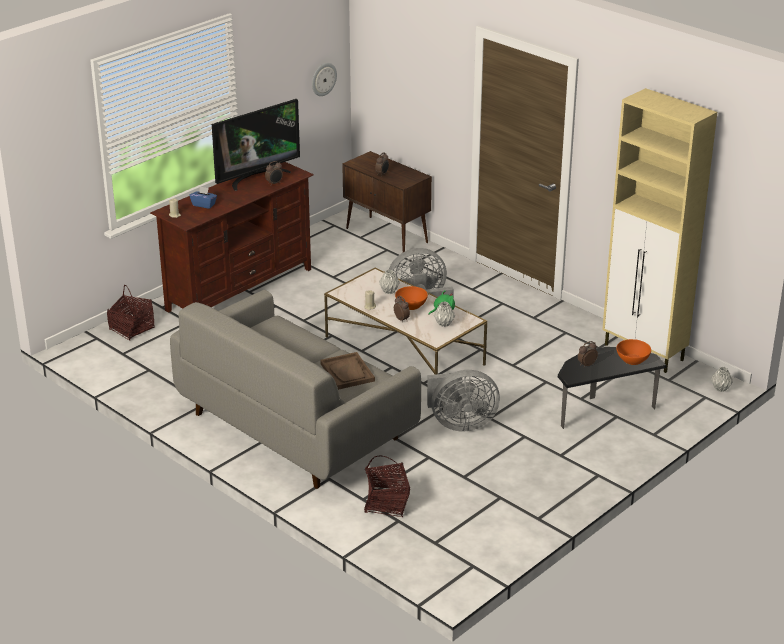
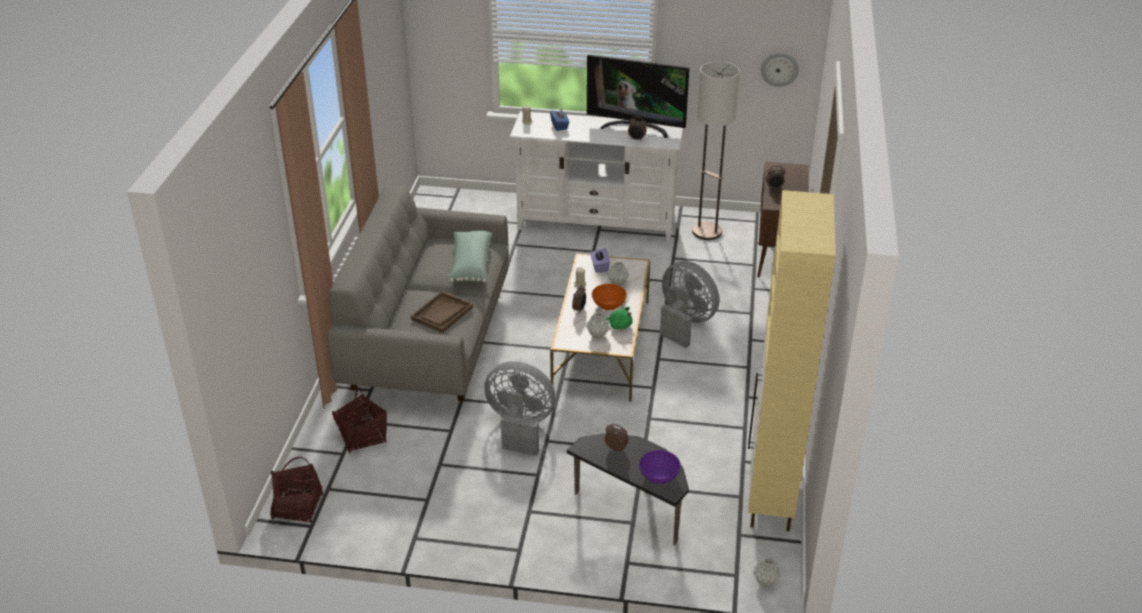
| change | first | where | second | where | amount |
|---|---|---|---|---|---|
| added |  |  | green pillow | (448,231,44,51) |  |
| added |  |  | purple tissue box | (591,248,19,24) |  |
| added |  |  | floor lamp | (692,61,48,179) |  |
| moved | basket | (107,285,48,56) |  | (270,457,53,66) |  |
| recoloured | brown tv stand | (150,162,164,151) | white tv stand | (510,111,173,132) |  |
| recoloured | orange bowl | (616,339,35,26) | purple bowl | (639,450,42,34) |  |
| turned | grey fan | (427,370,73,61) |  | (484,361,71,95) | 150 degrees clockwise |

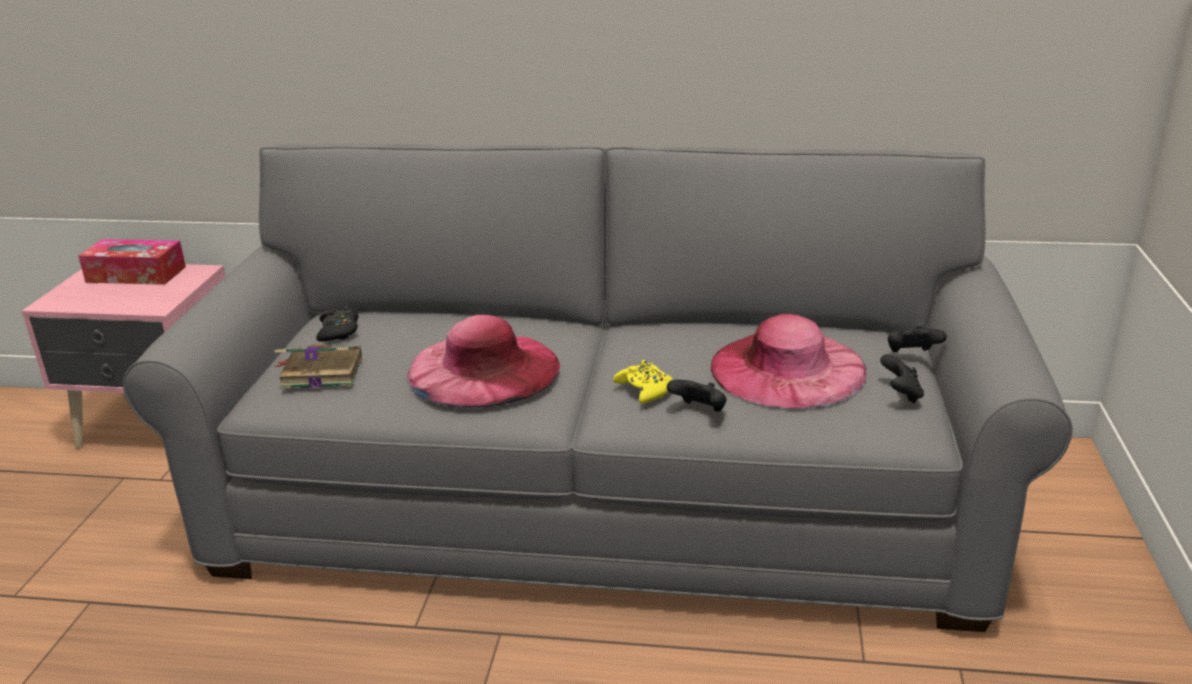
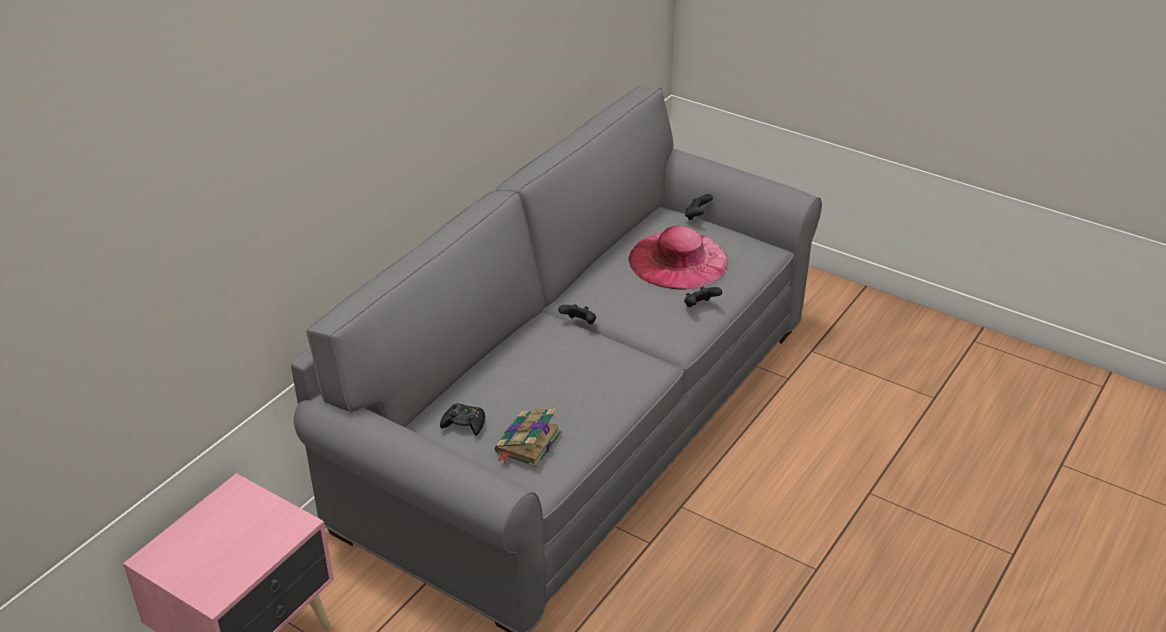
| change | first | where | second | where | amount |
|---|---|---|---|---|---|
| removed | tissue box | (78,239,108,46) |  |  |  |
| removed | pink hat | (407,315,153,93) |  |  |  |
| removed | yellow game controller | (613,360,60,44) |  |  |  |
| moved | black game controller | (880,354,44,49) |  | (558,304,38,20) |  |

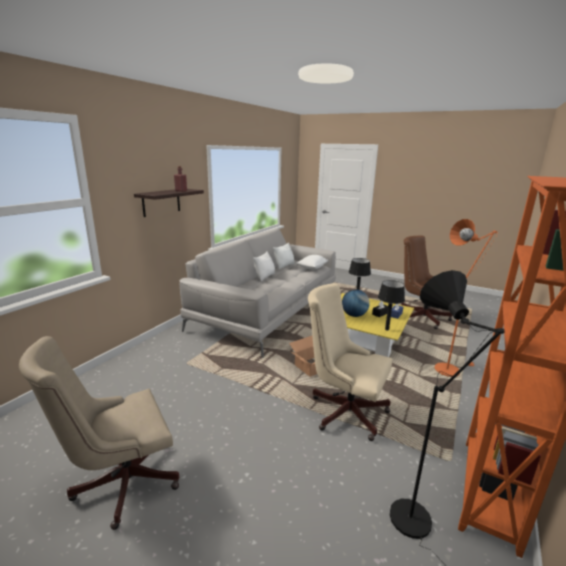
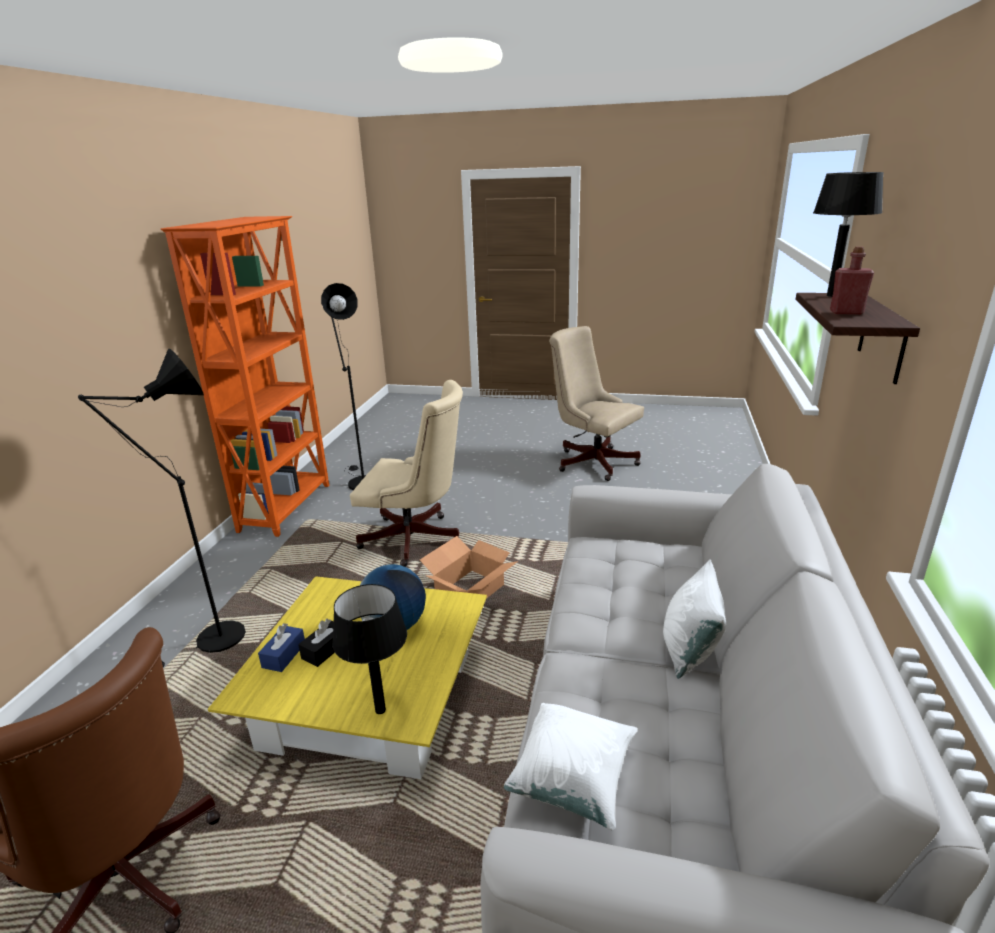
| change | first | where | second | where | amount |
|---|---|---|---|---|---|
| removed | white pillow | (273,243,22,26) |  |  |  |
| moved | black table lamp | (378,280,27,51) |  | (813,172,71,125) |  |
| recoloured | orange floor lamp | (434,219,64,158) | black floor lamp | (78,349,168,318) |  |
| turned | beige office chair | (19,336,160,194) |  | (549,326,95,155) | 90 degrees counterclockwise |

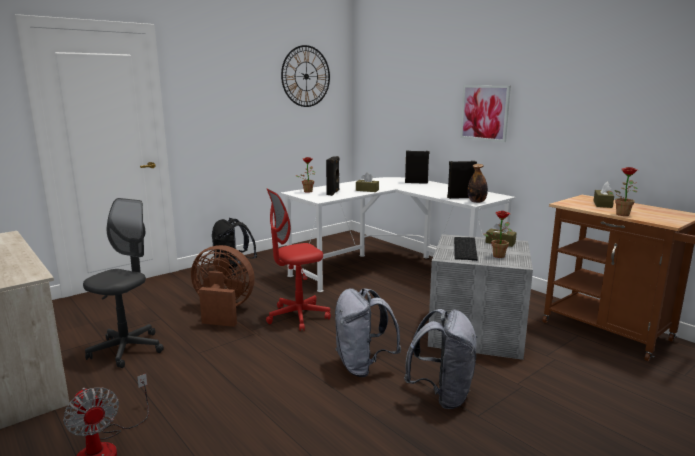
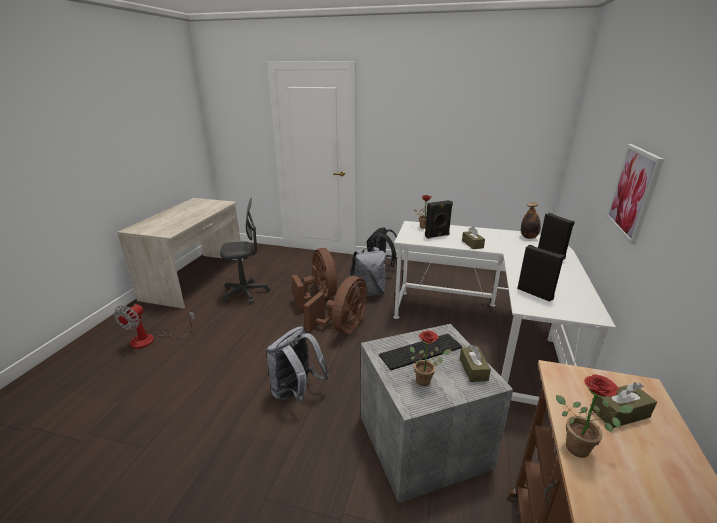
| change | first | where | second | where | amount |
|---|---|---|---|---|---|
| removed | wall clock | (281,45,49,62) |  |  |  |
| moved | grey backpack | (404,309,74,100) |  | (350,247,36,49) |  |
| moved | bottle | (468,164,20,39) |  | (521,202,20,37) |  |
| replaced | red office chair | (266,189,65,142) | brown fan | (303,276,64,58) |  |

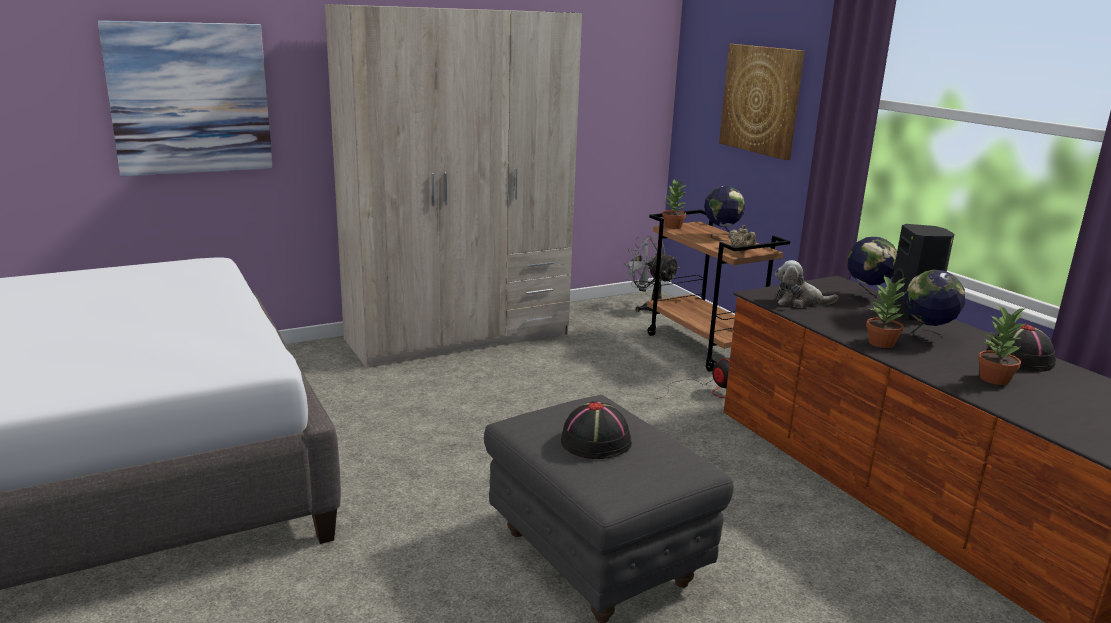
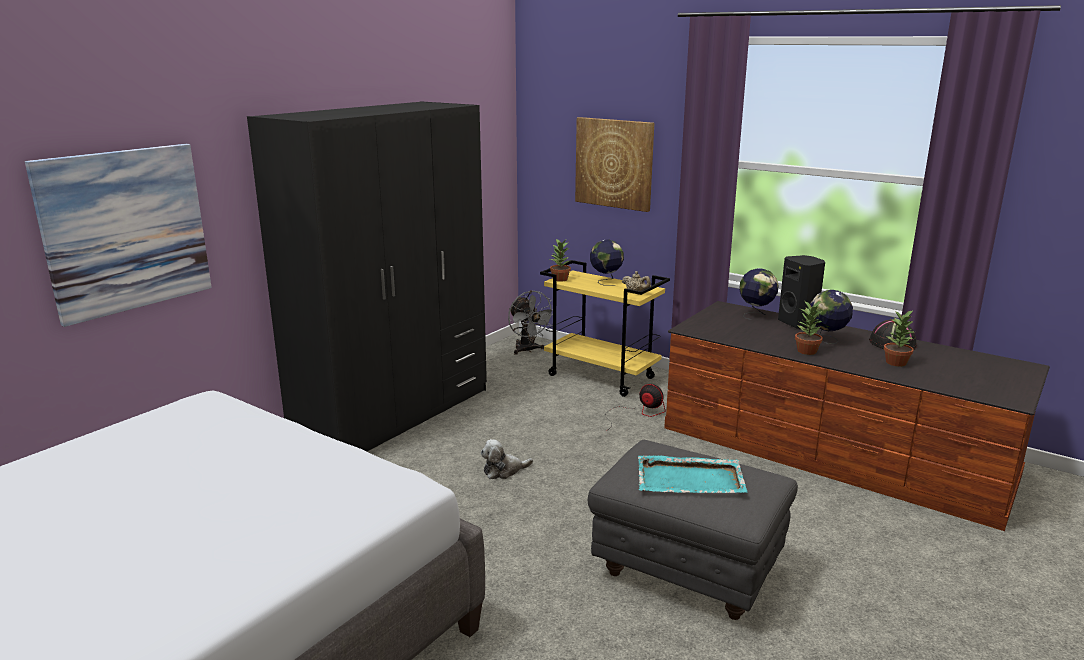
| change | first | where | second | where | amount |
|---|---|---|---|---|---|
| moved | plush toy | (775,260,63,48) |  | (481,439,52,40) |  |
| replaced | black hat | (561,401,71,58) | turquoise tray | (638,455,110,38) |  |
| recoloured | beige wardrobe | (325,4,257,364) | black wardrobe | (247,101,240,350) |  |
| recoloured | brown cart | (647,210,143,162) | yellow cart | (540,260,130,137) |  |
| turned | grey fan | (623,235,57,77) |  | (508,290,45,65) | 135 degrees counterclockwise |

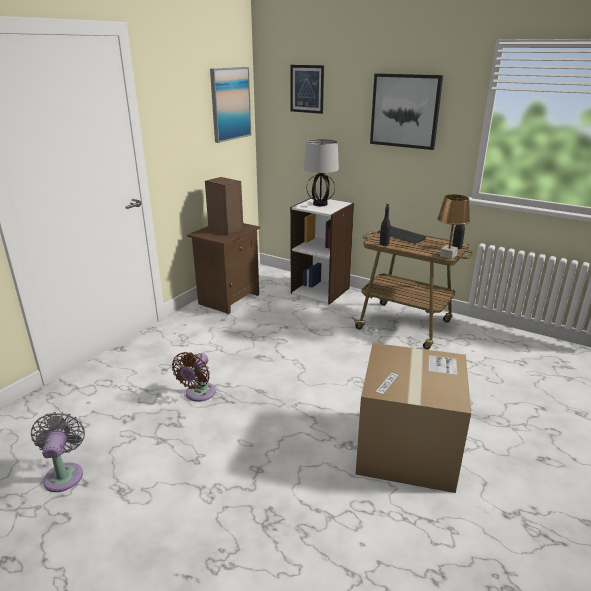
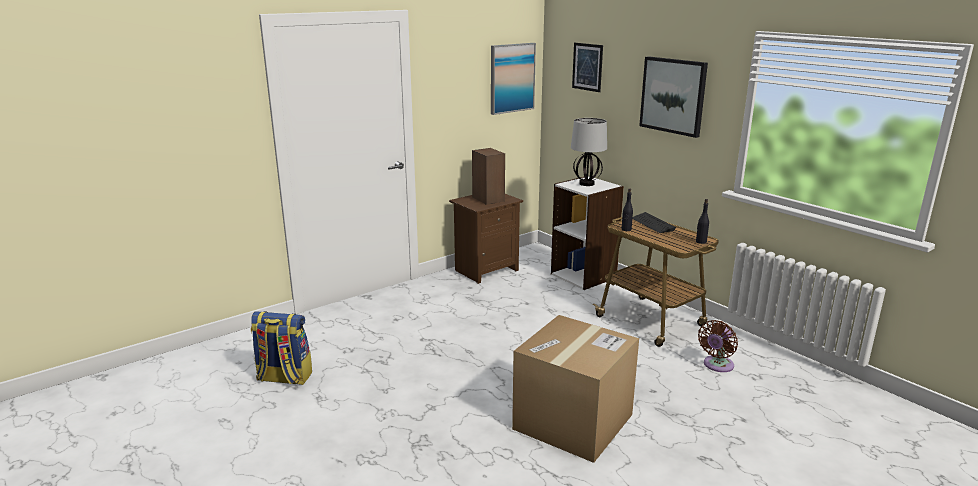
| change | first | where | second | where | amount |
|---|---|---|---|---|---|
| removed | brown table lamp | (437,194,33,65) |  |  |  |
| moved | brown fan | (172,352,44,50) |  | (698,320,40,52) |  |
| replaced | grey fan | (31,412,54,80) | backpack | (251,311,61,74) |  |

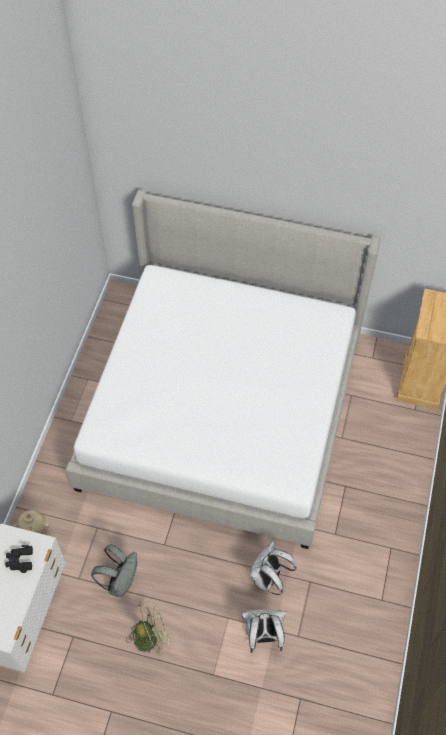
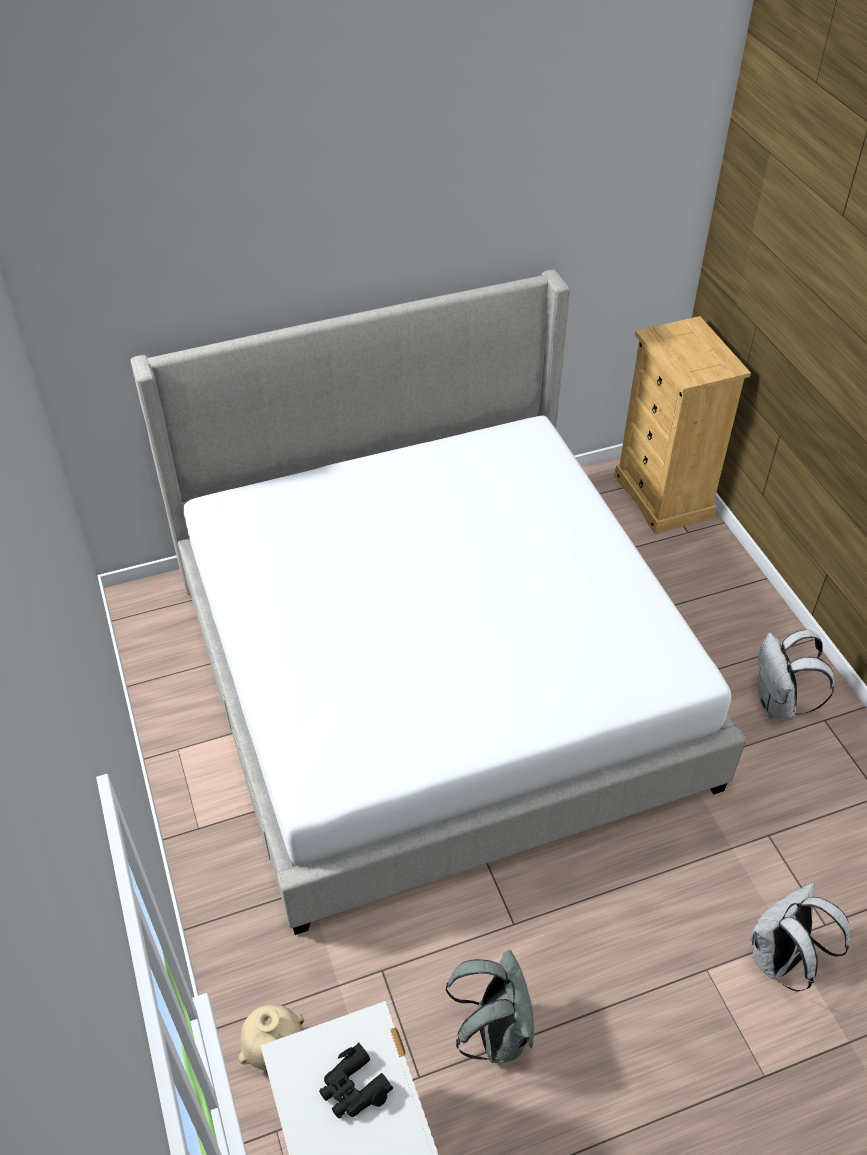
| change | first | where | second | where | amount |
|---|---|---|---|---|---|
| removed | green fan | (126,598,43,59) |  |  |  |
| moved | white backpack | (249,541,47,54) |  | (758,630,76,89) |  |

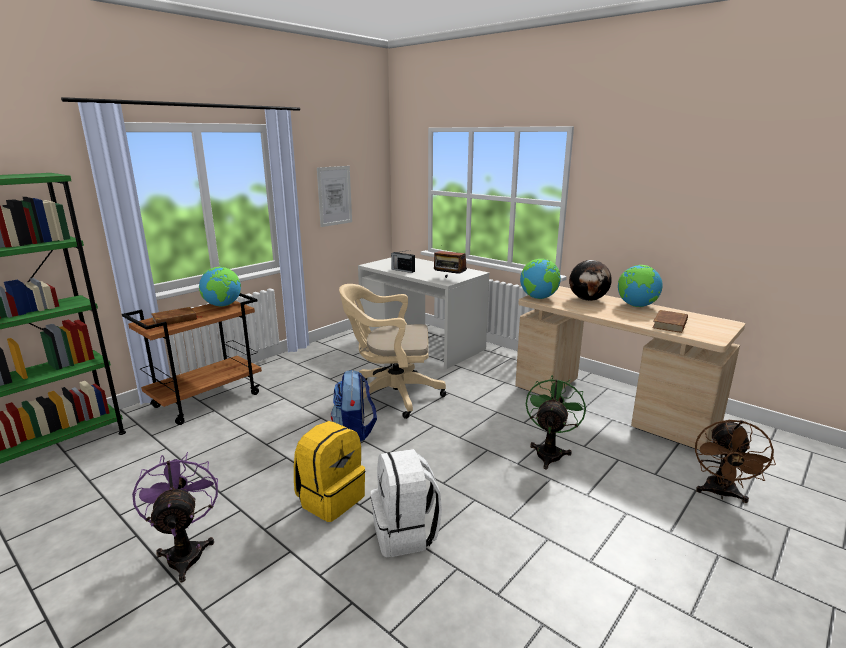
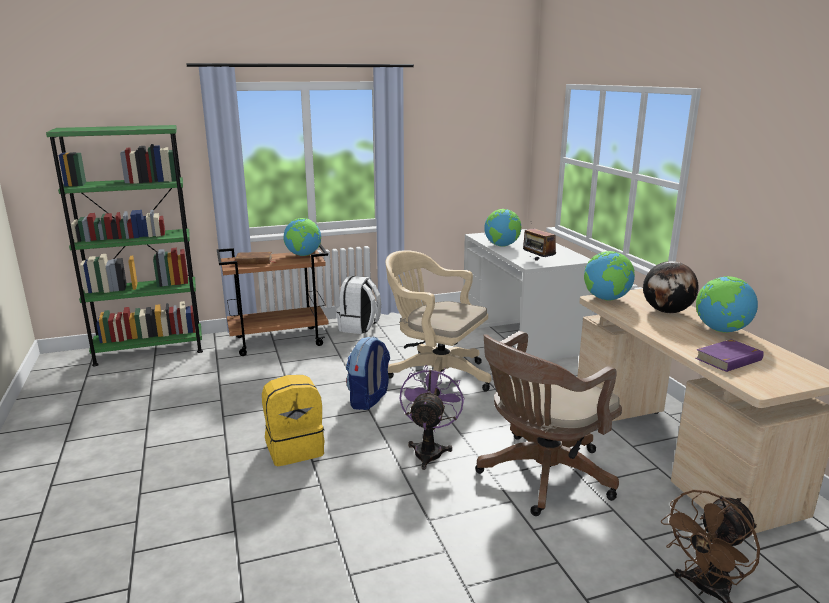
| change | first | where | second | where | amount |
|---|---|---|---|---|---|
| removed | picture | (317,166,35,61) |  |  |  |
| moved | purple fan | (132,452,86,130) |  | (400,365,64,105) |  |
| moved | white backpack | (371,449,71,108) |  | (336,276,45,58) |  |
| replaced | radio | (391,250,24,23) | globe | (484,209,37,38) |  |
| replaced | green fan | (526,375,60,94) | brown office chair | (475,331,147,185) |  |
| recoloured | brown book | (652,310,36,23) | purple book | (695,339,69,33) |  |

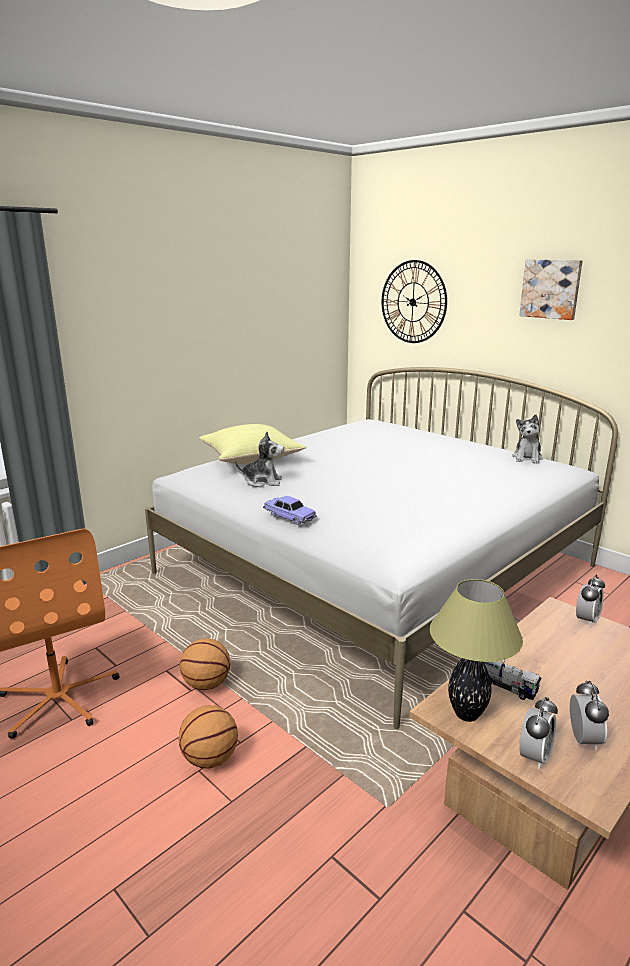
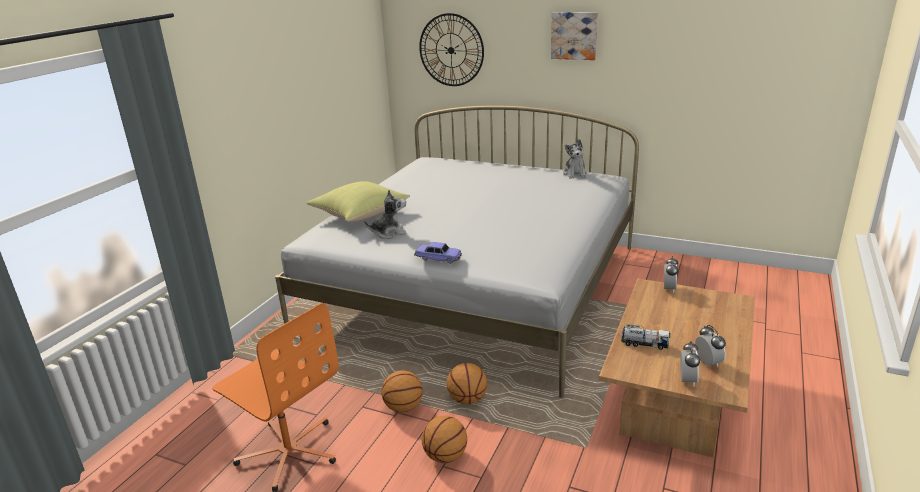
| change | first | where | second | where | amount |
|---|---|---|---|---|---|
| removed | table lamp | (430,579,93,143) |  |  |  |
| added |  |  | basketball | (446,363,41,41) |  |

